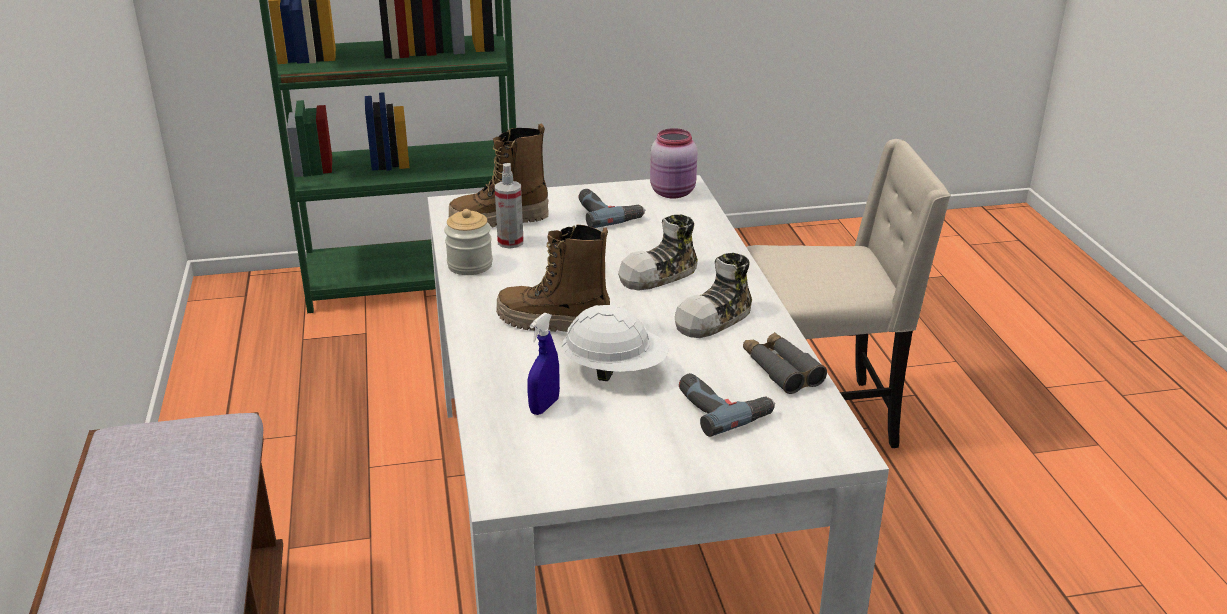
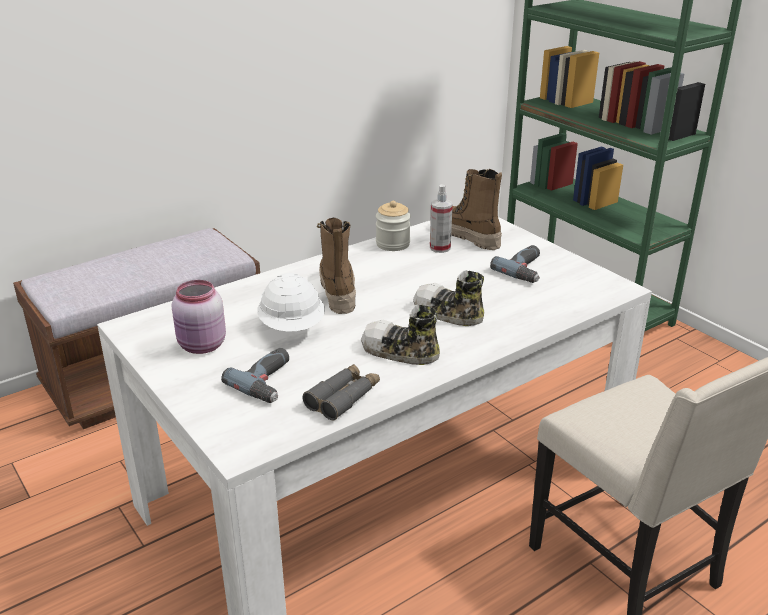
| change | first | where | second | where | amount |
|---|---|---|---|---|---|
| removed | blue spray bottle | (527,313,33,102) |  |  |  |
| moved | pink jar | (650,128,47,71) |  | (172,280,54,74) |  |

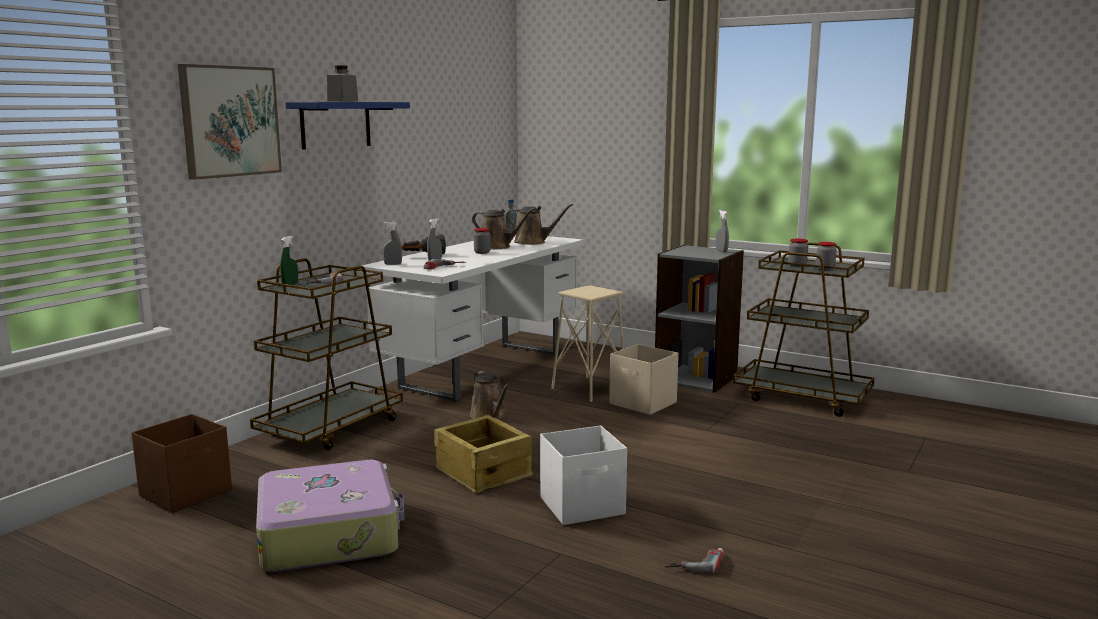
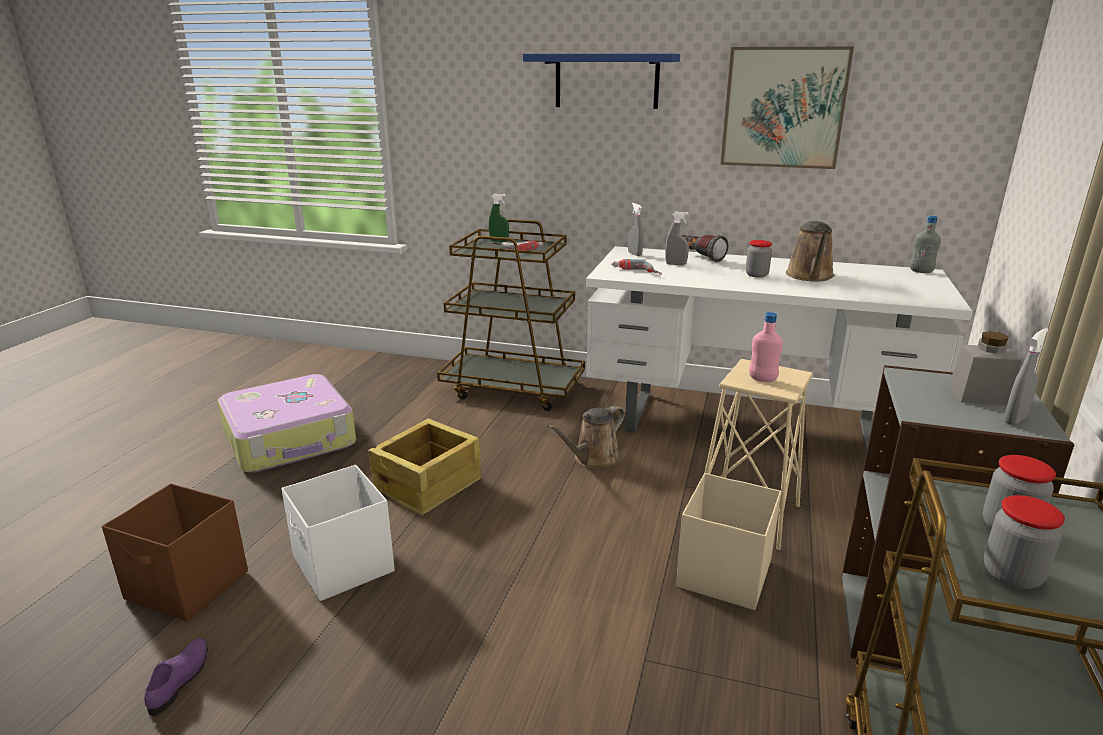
| change | first | where | second | where | amount |
|---|---|---|---|---|---|
| removed | brown watering can | (506,203,67,42) |  |  |  |
| added |  |  | pink bottle | (749,312,34,70) |  |
| moved | brown storage box | (131,414,101,99) |  | (102,483,146,139) |  |
| moved | picture | (178,64,104,116) |  | (721,47,133,122) |  |
| moved | grey jar | (327,65,31,37) |  | (949,331,73,75) |  |
| replaced | power drill | (664,548,60,26) | purple shoe | (144,638,64,78) |  |

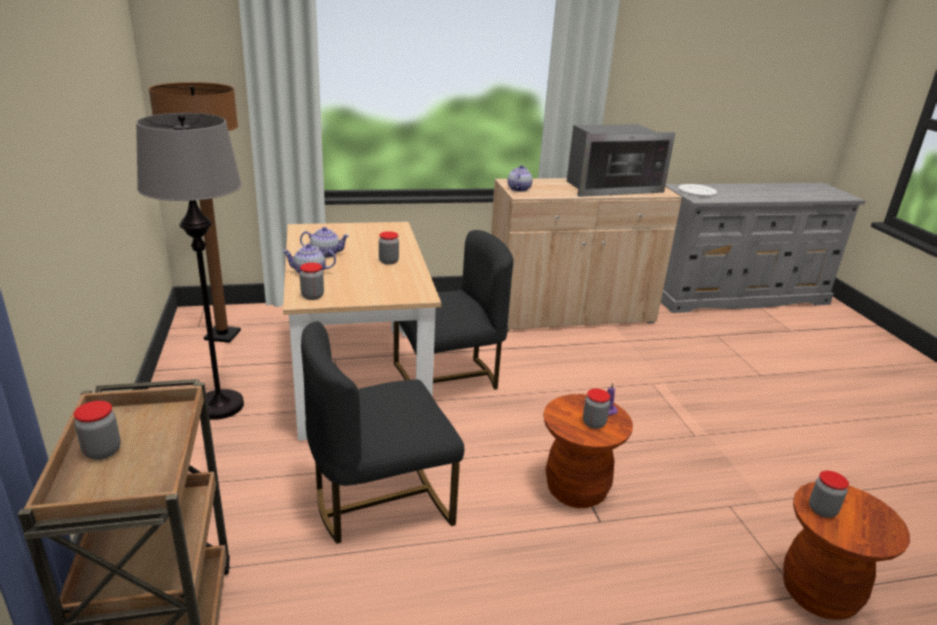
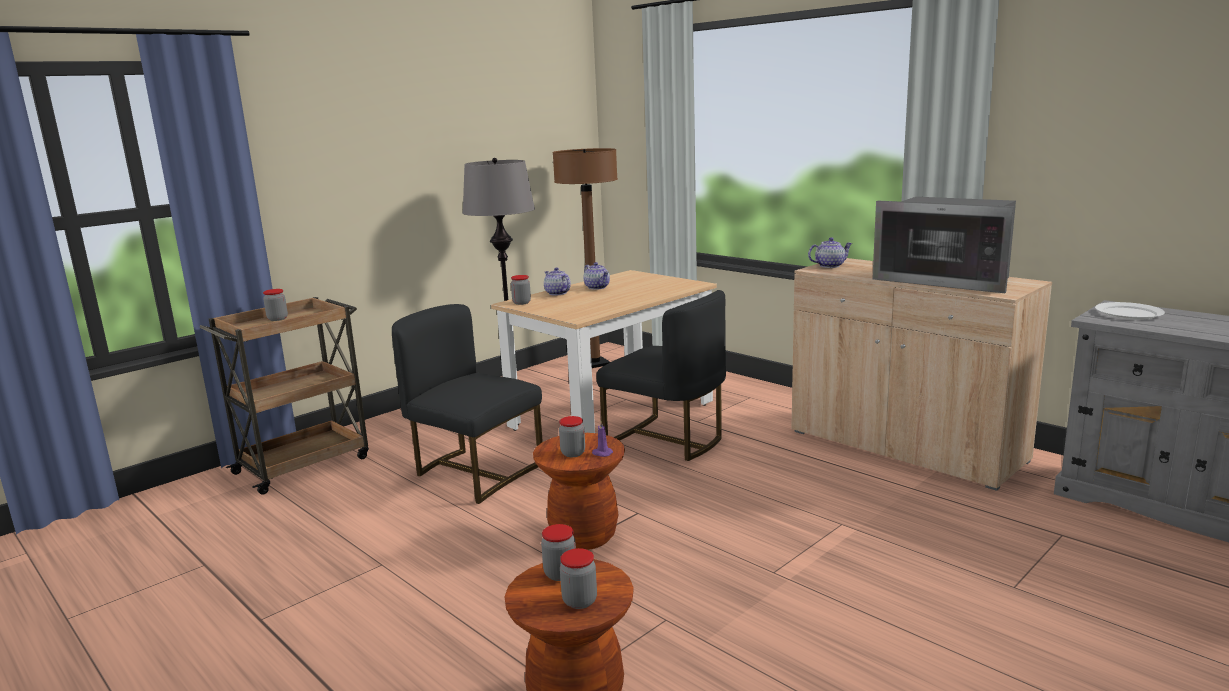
| change | first | where | second | where | amount |
|---|---|---|---|---|---|
| moved | jar | (379,231,20,34) |  | (560,548,37,61) |  |

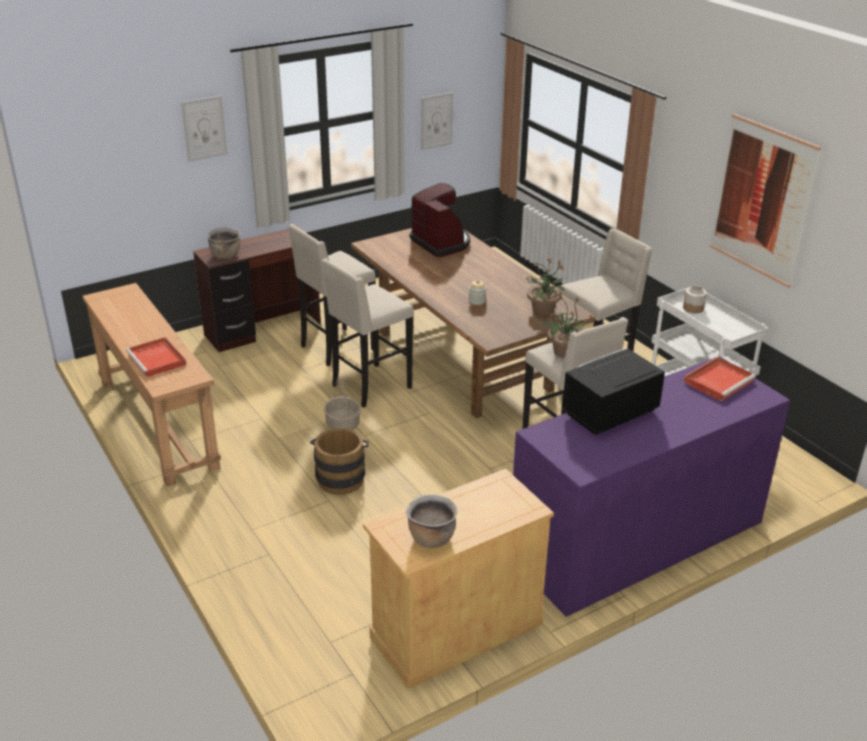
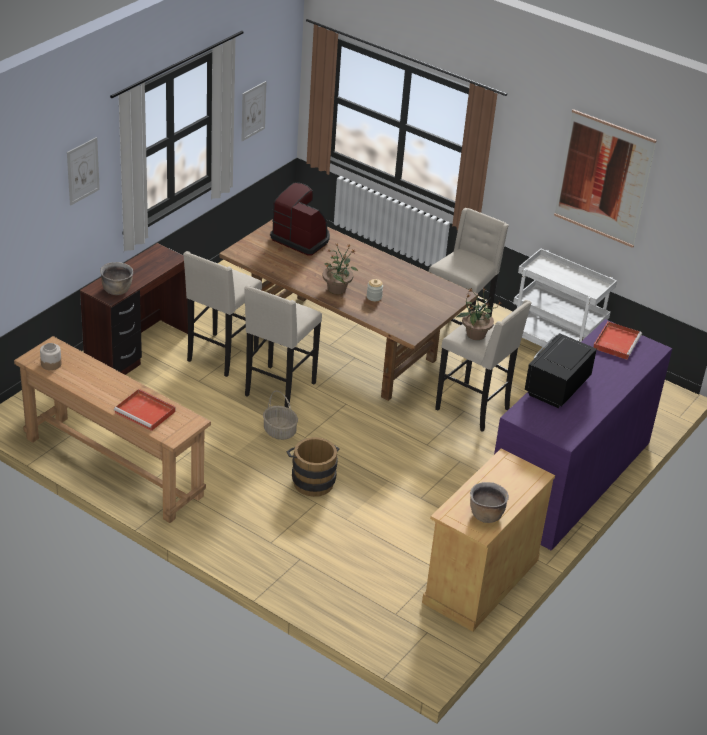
| change | first | where | second | where | amount |
|---|---|---|---|---|---|
| moved | potted plant | (525,259,40,57) |  | (323,243,35,51) |  |
| moved | jar | (683,286,24,27) |  | (40,343,22,27) |  |

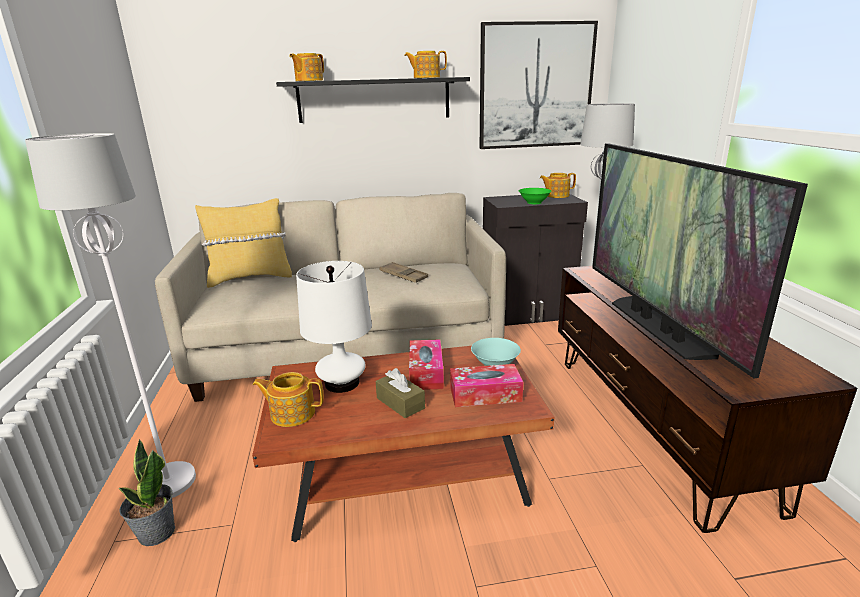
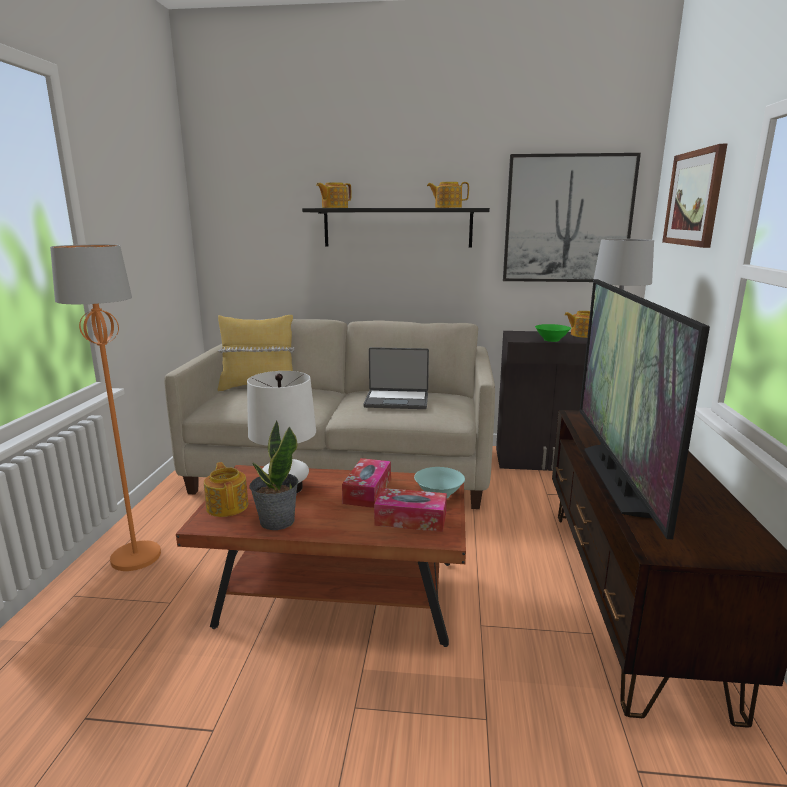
| change | first | where | second | where | amount |
|---|---|---|---|---|---|
| removed | brown tissue box | (376,368,49,50) |  |  |  |
| added |  |  | picture | (662,144,65,104) |  |
| moved | potted plant | (119,439,56,107) |  | (249,420,49,110) |  |
| replaced | brown tray | (380,262,48,21) | laptop | (363,347,66,62) |  |
| recoloured | white floor lamp | (25,133,171,365) | orange floor lamp | (50,244,111,327) |  |
| turned | teapot | (252,372,72,55) |  | (204,462,44,55) | 45 degrees clockwise |

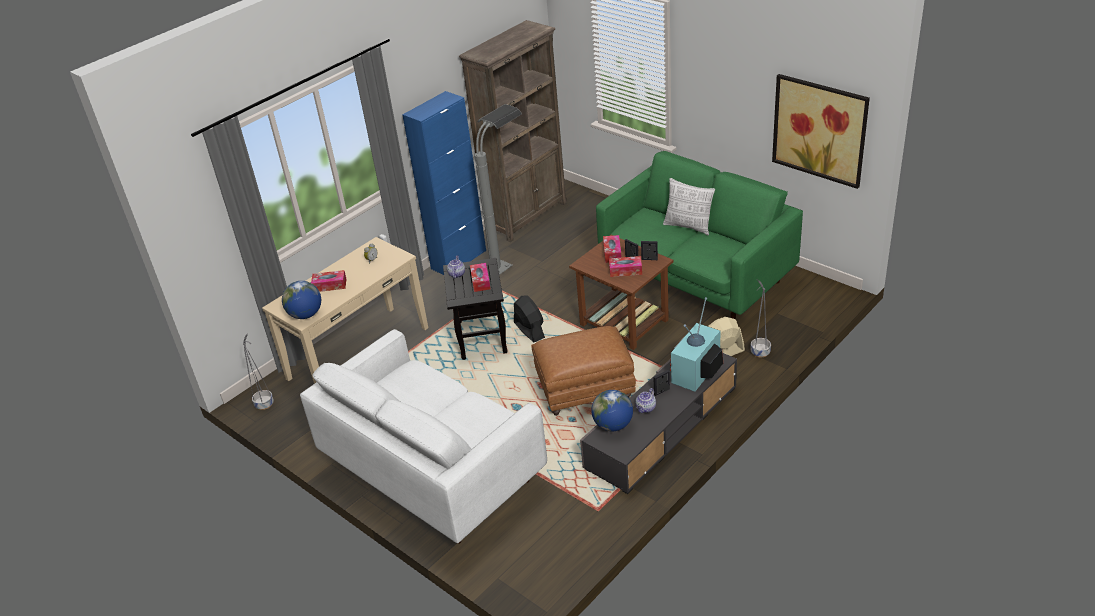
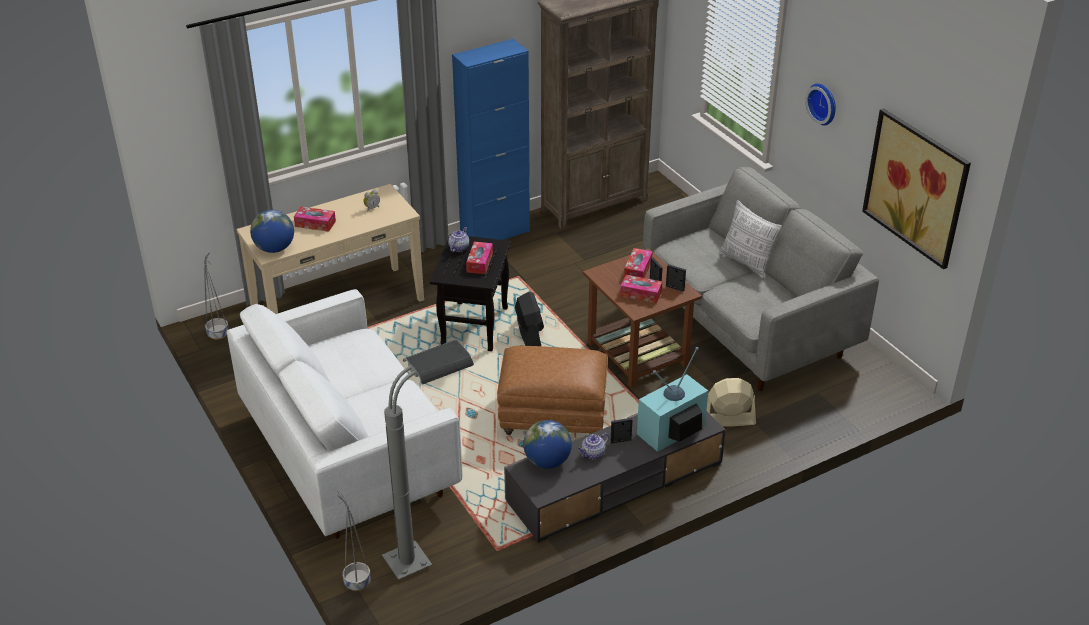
| change | first | where | second | where | amount |
|---|---|---|---|---|---|
| added |  |  | wall clock | (805,84,31,41) |  |
| moved | grey floor lamp | (475,104,47,171) |  | (382,339,92,241) |  |
| moved | grey planter | (751,279,20,78) |  | (337,491,34,100) |  |
| recoloured | green sofa | (596,151,207,168) | grey sofa | (643,167,236,224) |  |

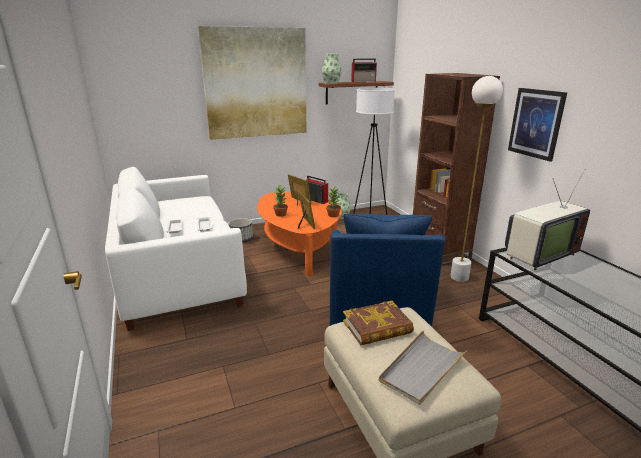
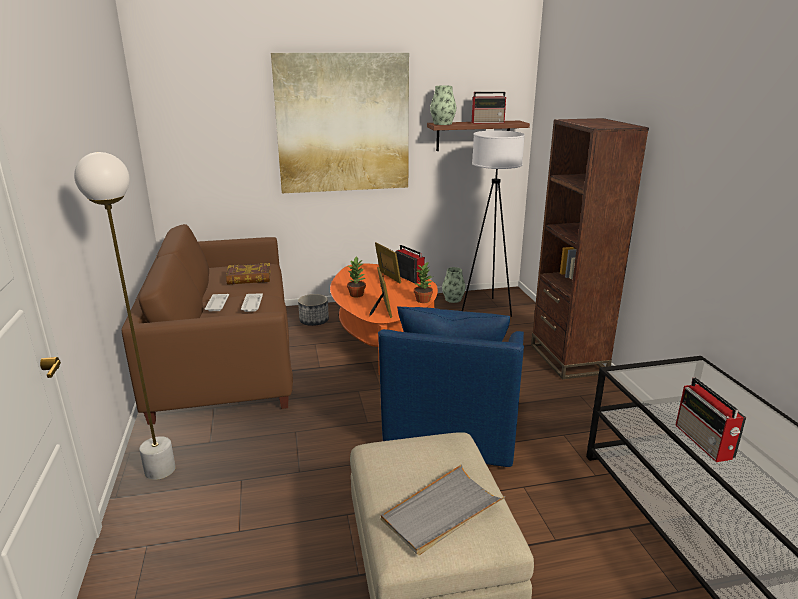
| change | first | where | second | where | amount |
|---|---|---|---|---|---|
| removed | television | (505,170,85,100) |  |  |  |
| removed | picture | (508,88,59,74) |  |  |  |
| added |  |  | radio | (676,377,70,85) |  |
| moved | book | (343,301,71,44) |  | (226,263,44,22) |  |
| moved | white floor lamp | (450,76,53,206) |  | (74,152,102,328) |  |
| recoloured | white sofa | (105,167,142,164) | brown sofa | (122,224,171,201) |  |

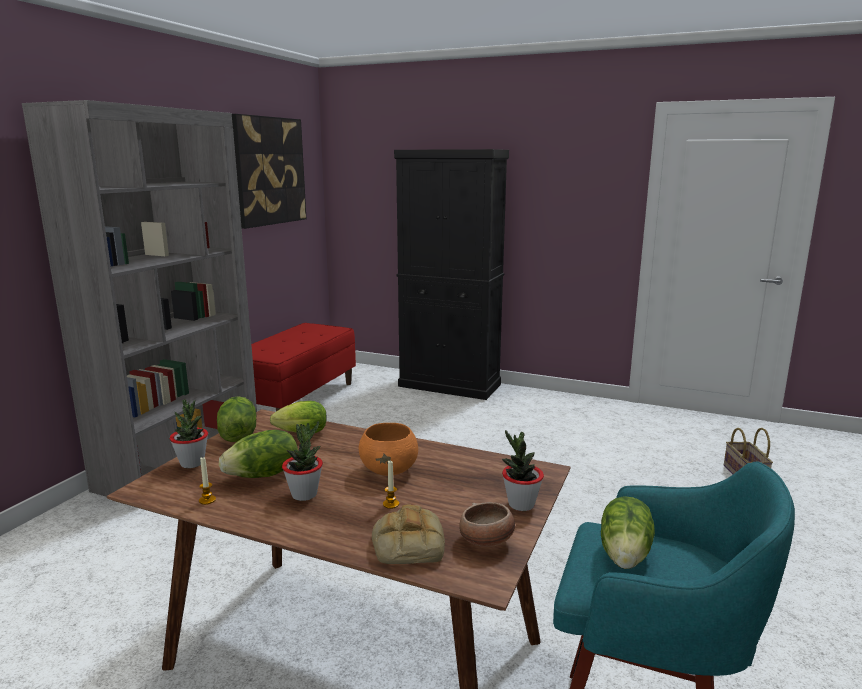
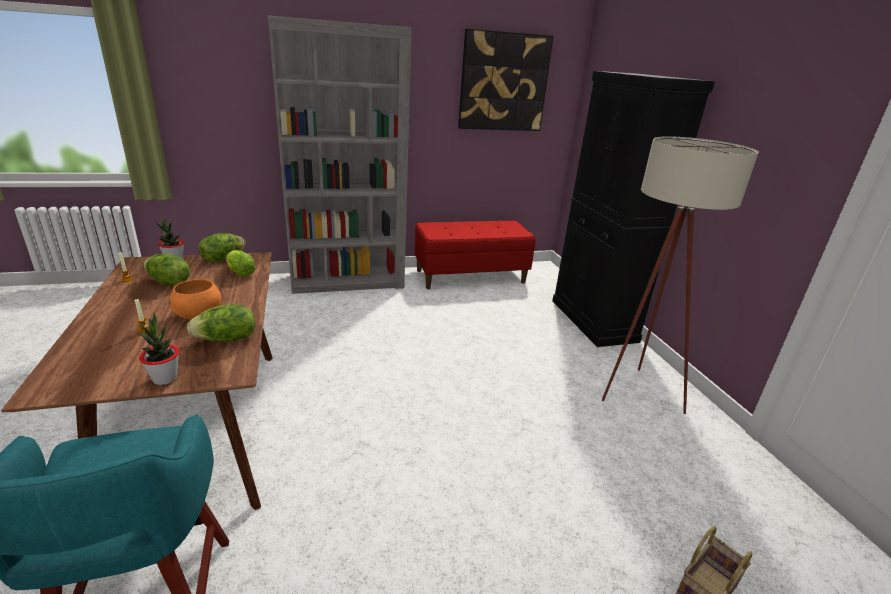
| change | first | where | second | where | amount |
|---|---|---|---|---|---|
| removed | potted plant | (282,421,41,80) |  |  |  |
| removed | bread | (372,505,73,59) |  |  |  |
| removed | bowl | (459,502,56,45) |  |  |  |
| added |  |  | beige floor lamp | (602,136,157,278) |  |
| moved | lettuce | (601,496,54,73) |  | (187,304,69,38) |  |

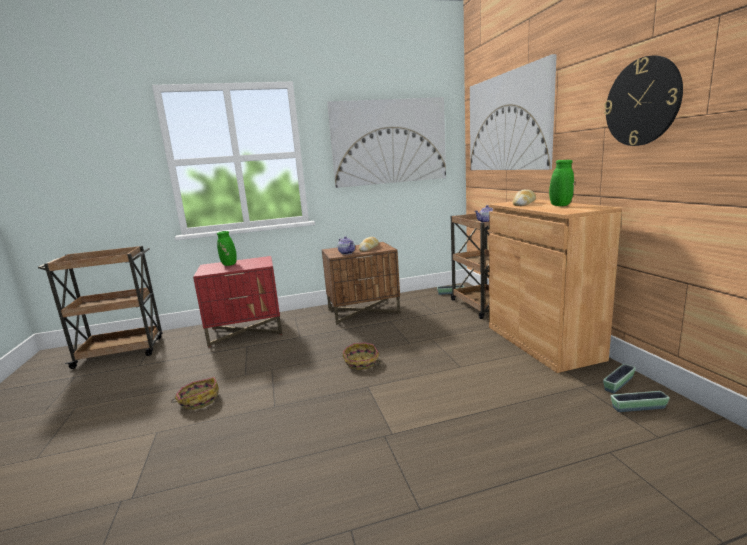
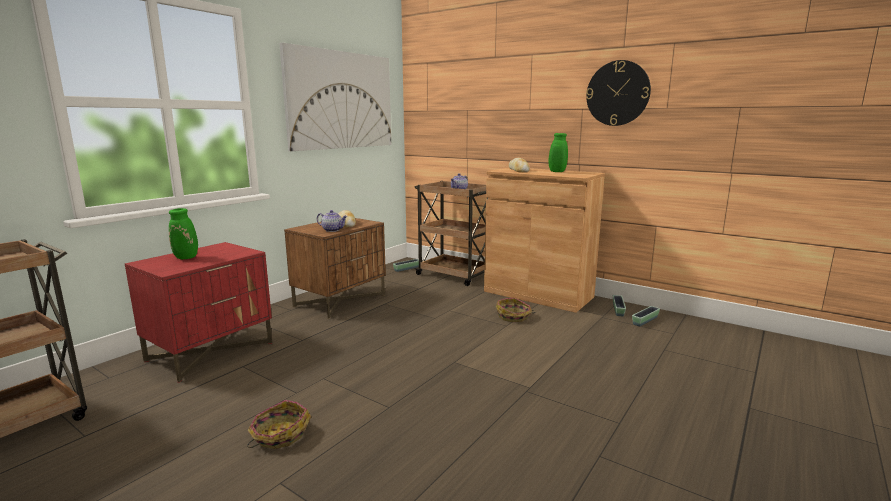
| change | first | where | second | where | amount |
|---|---|---|---|---|---|
| removed | picture | (470,54,87,116) |  |  |  |
| moved | basket | (343,343,38,27) |  | (496,298,39,24) |  |

